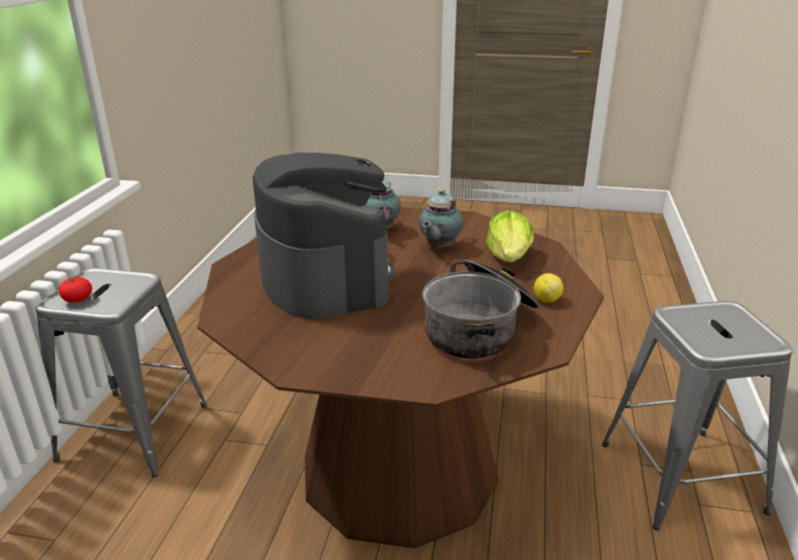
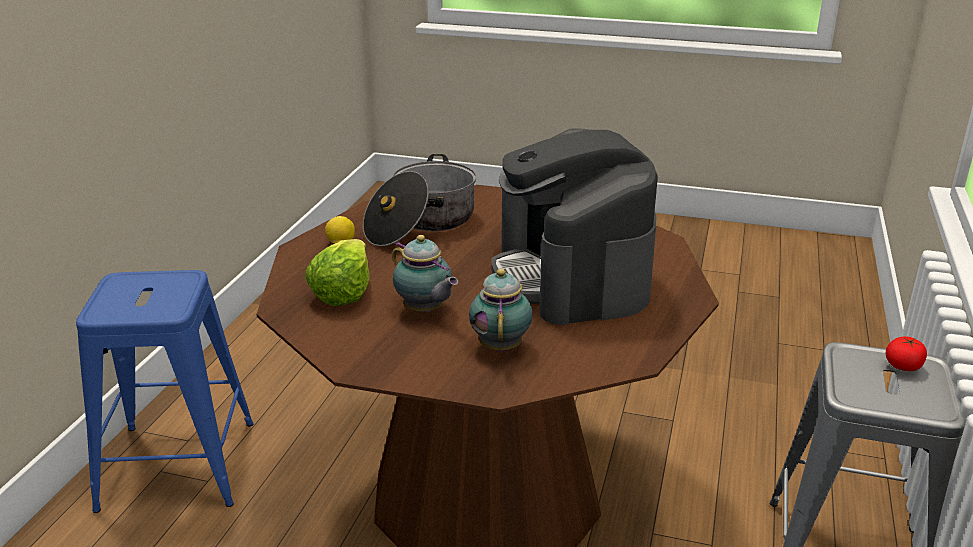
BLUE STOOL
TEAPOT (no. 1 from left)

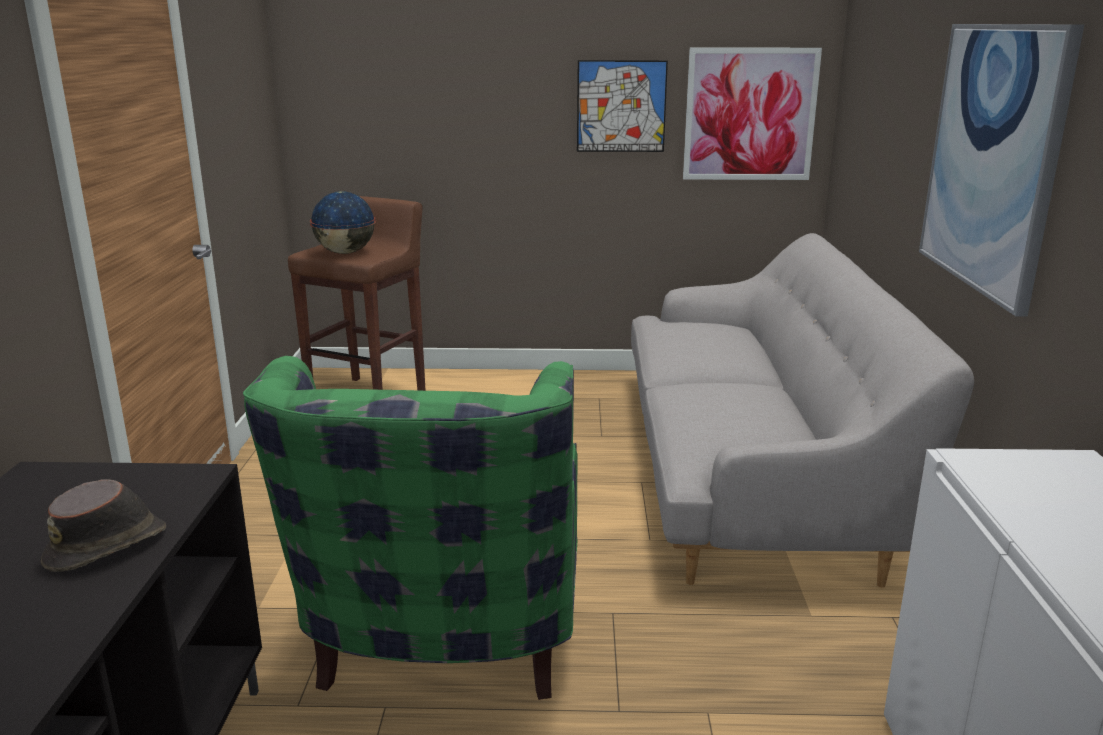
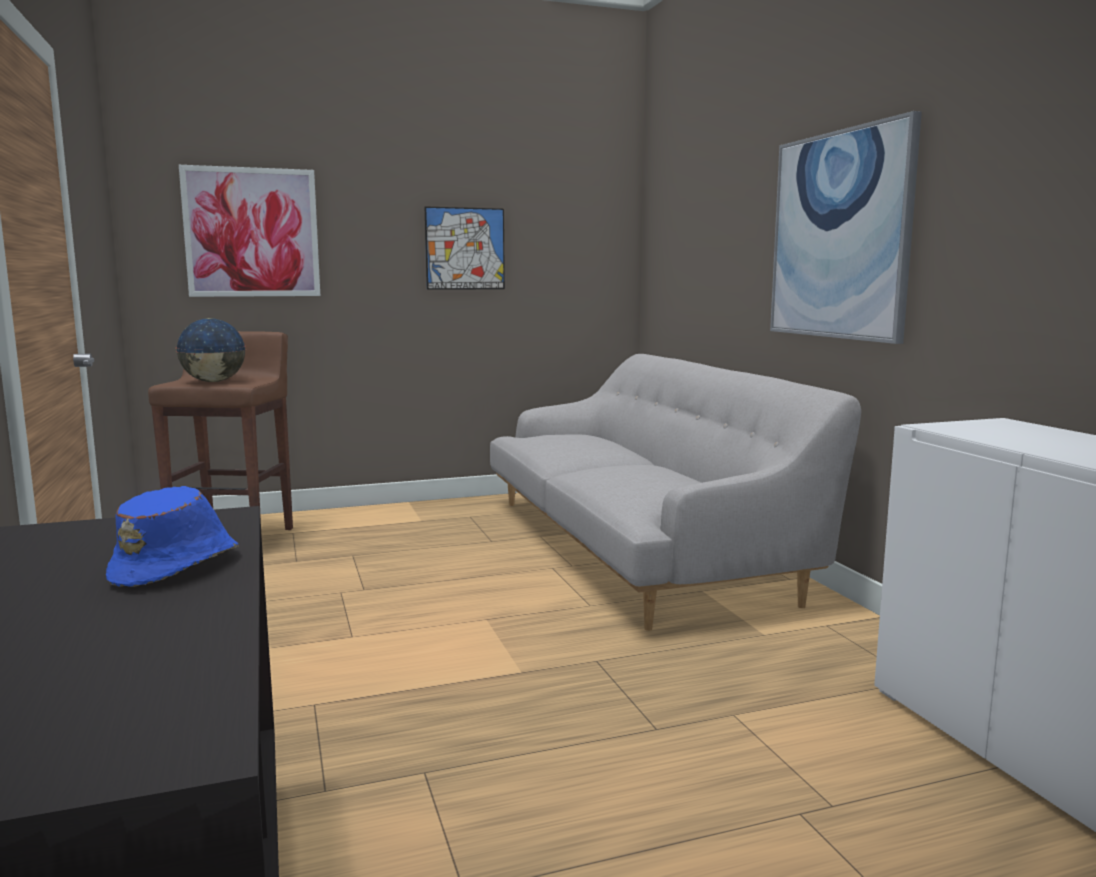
BLUE HAT
PICTURE (no. 1 from left)
GREEN ARMCHAIR

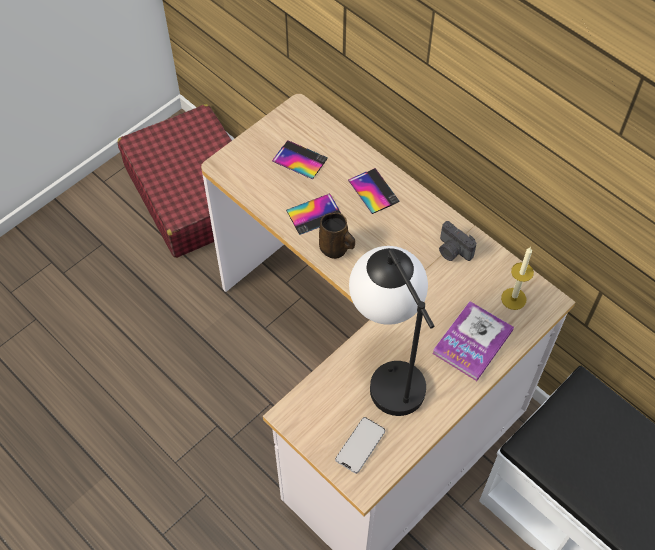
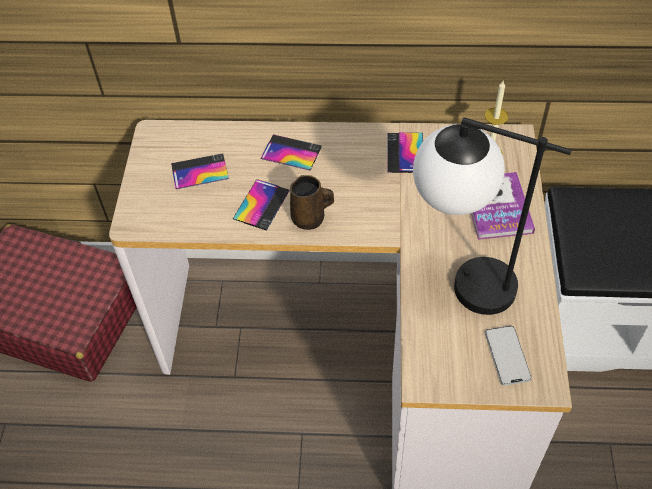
PHONE (no. 4 from left)

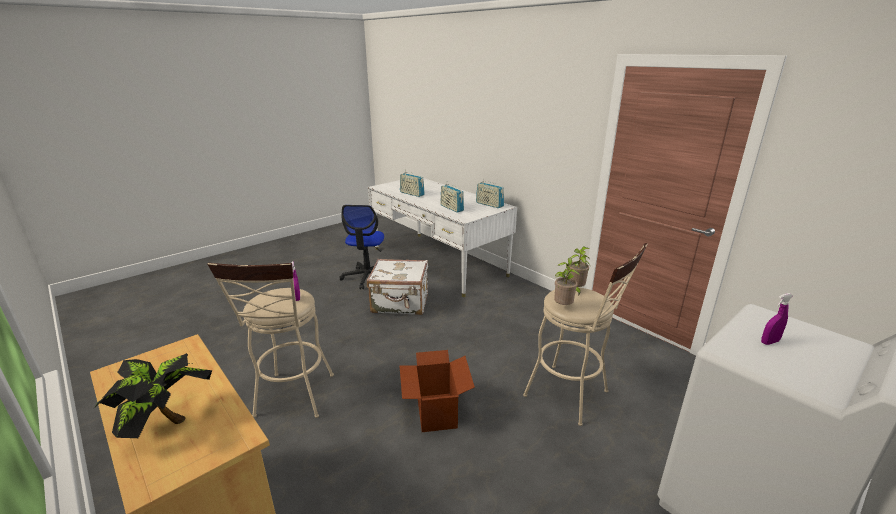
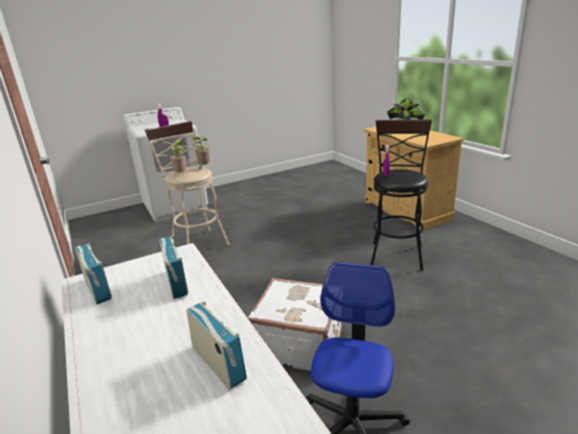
BLACK STOOL
CARDBOARD BOX

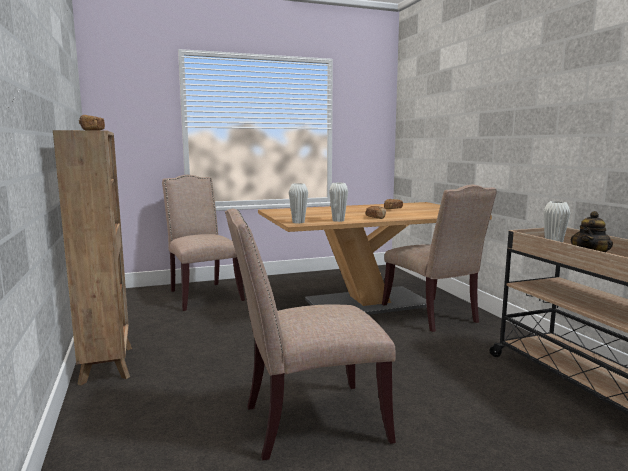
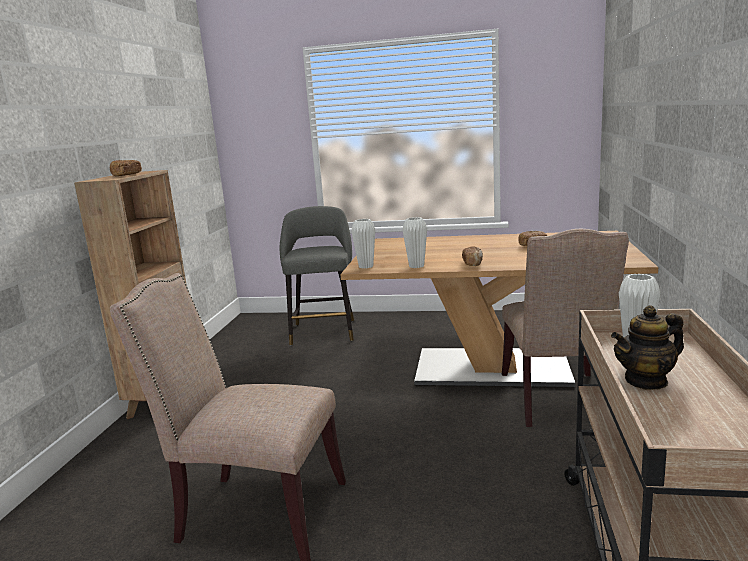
GREY STOOL

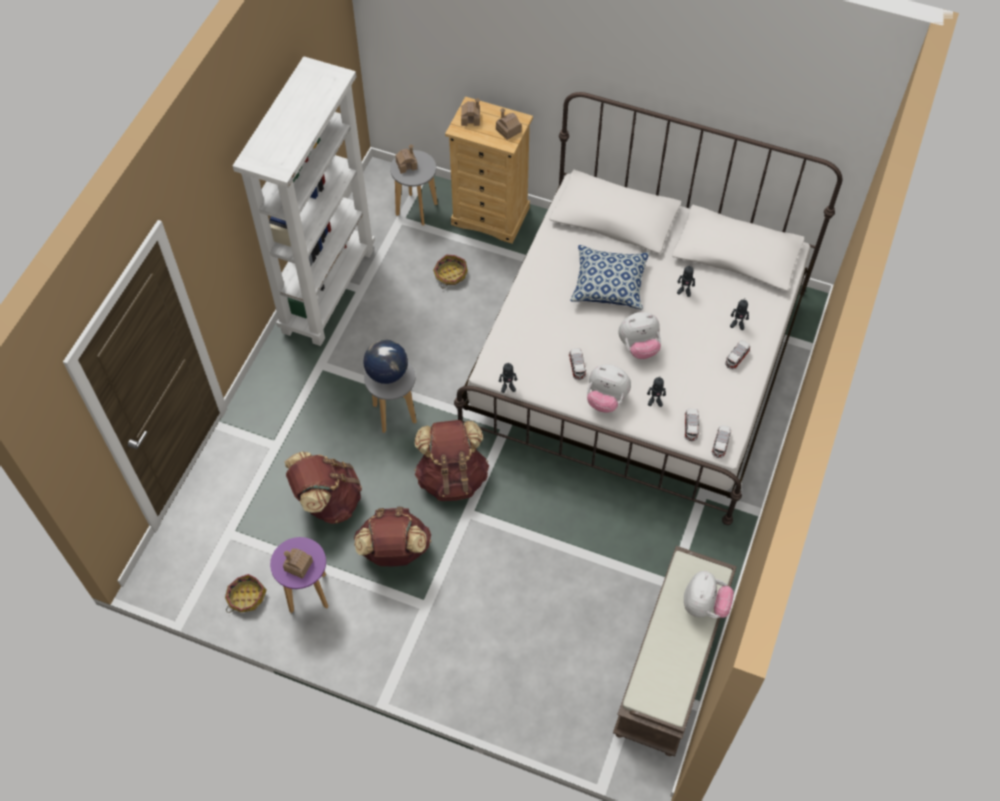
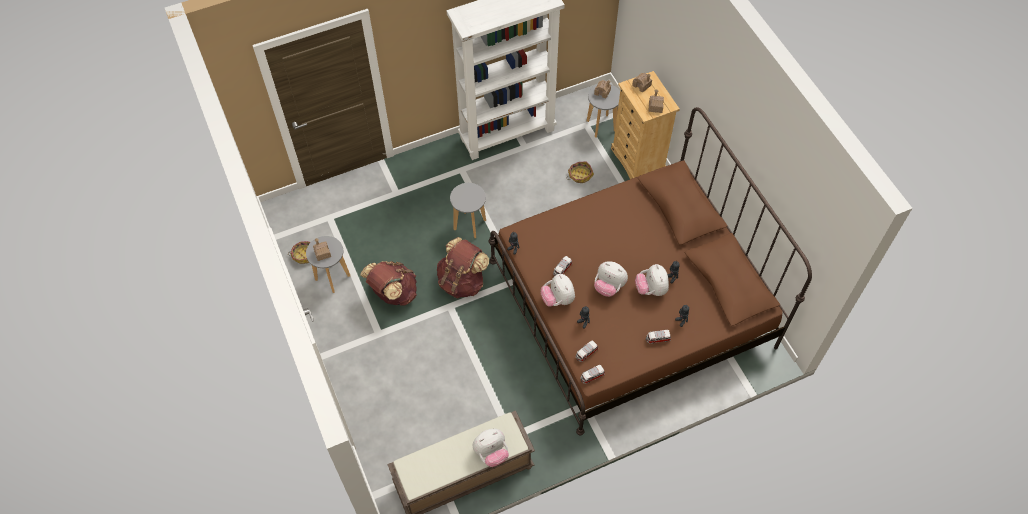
GREY STOOL (no. 1 from left)
BROWN BED
PLUSH TOY (no. 4 from left)
BROWN BACKPACK (no. 1 from left in the first image)
GLOBE
PILLOW

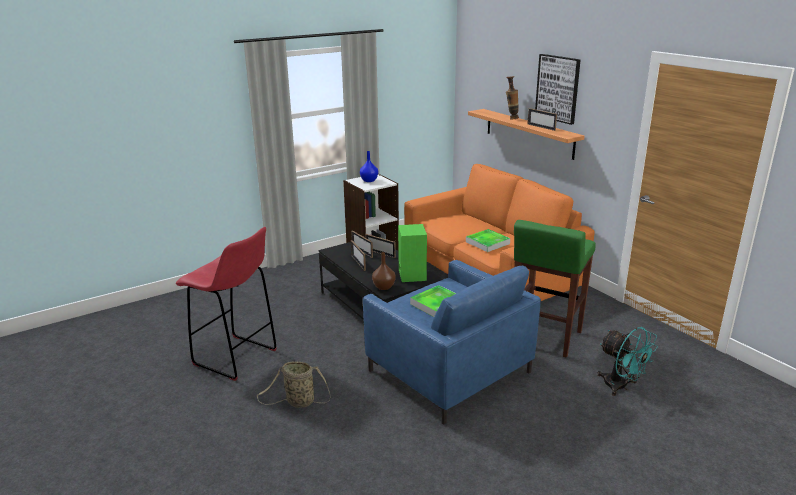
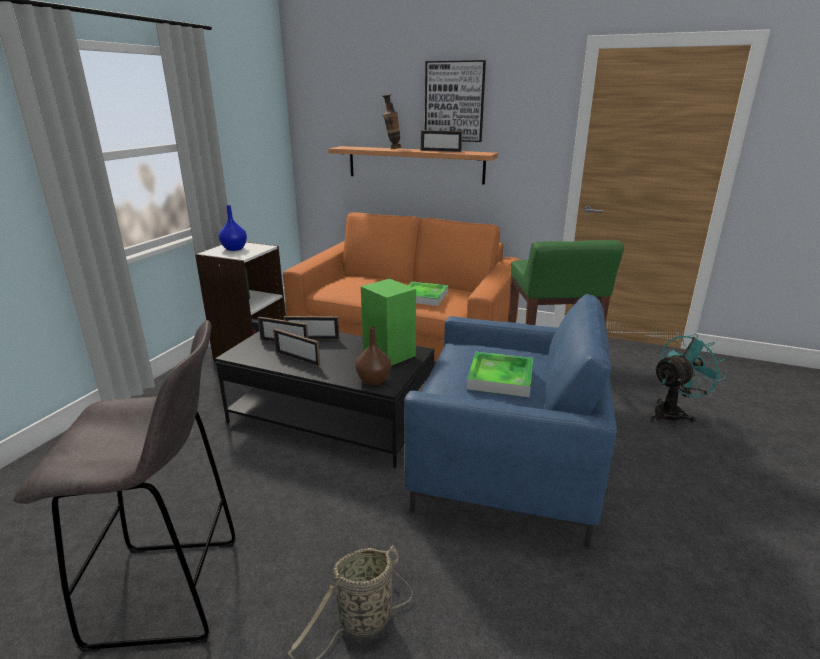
GREY STOOL
TURQUOISE FAN

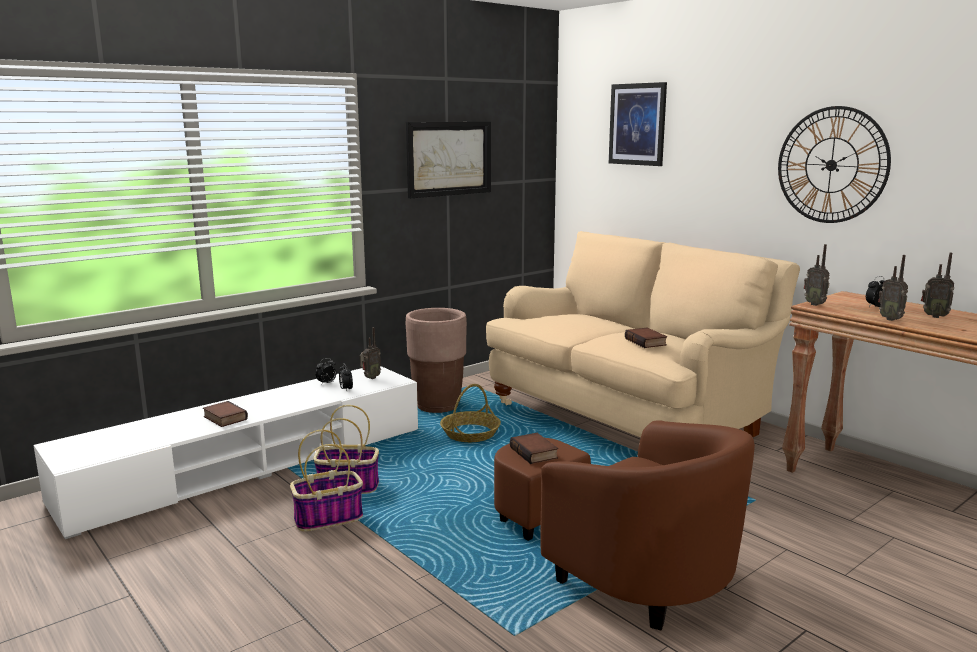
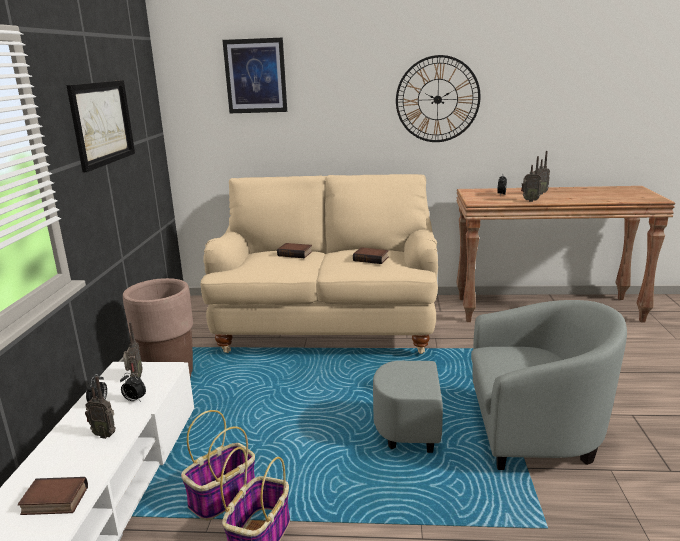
RADIO (no. 1 from left)
BOOK (no. 2 from left)
GREY ARMCHAIR
BASKET (no. 3 from left in the first image)

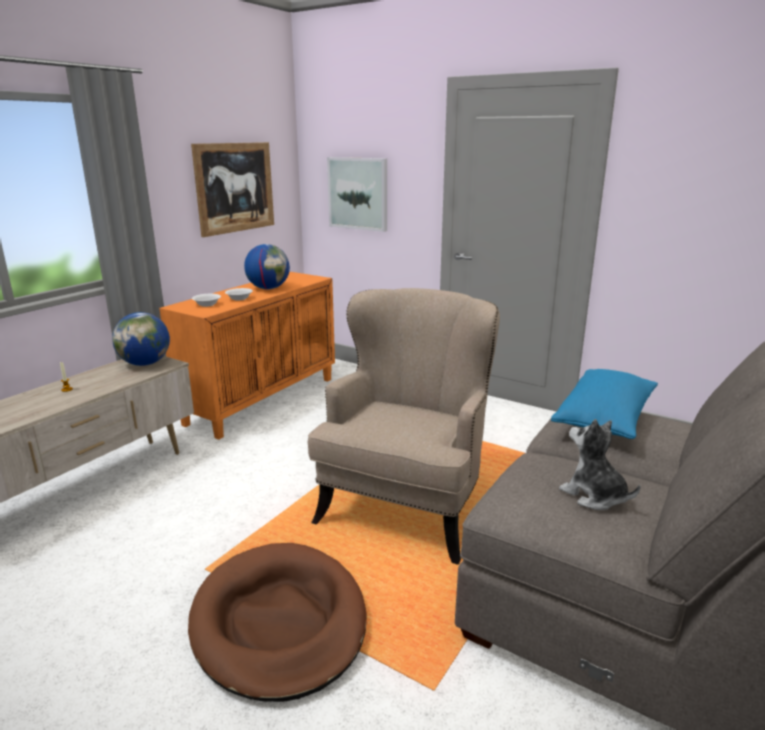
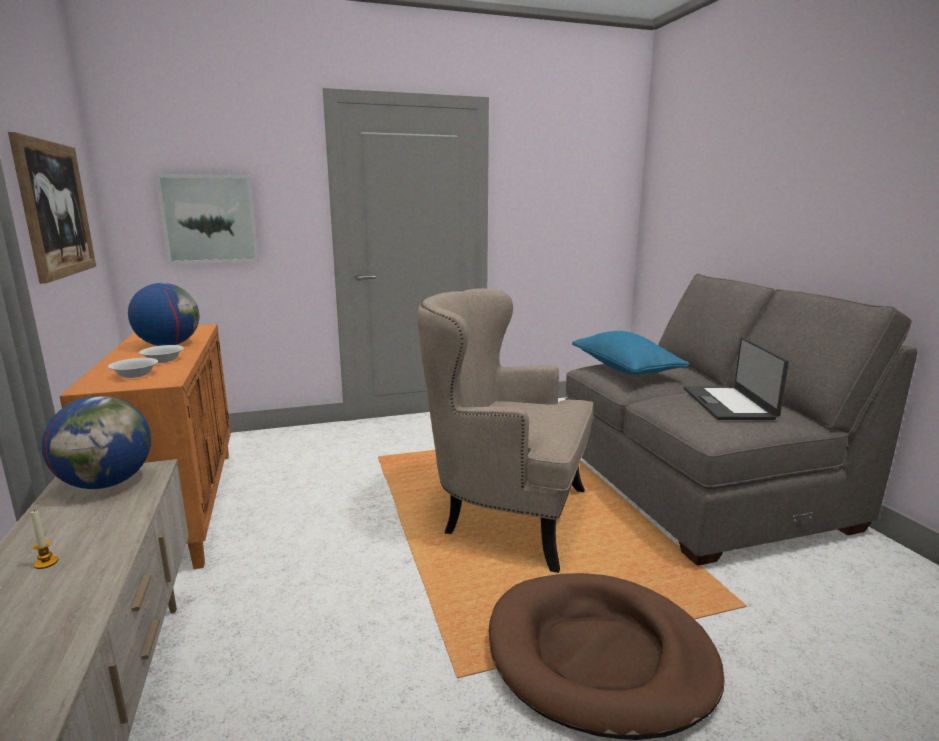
BEIGE ARMCHAIR
LAPTOP

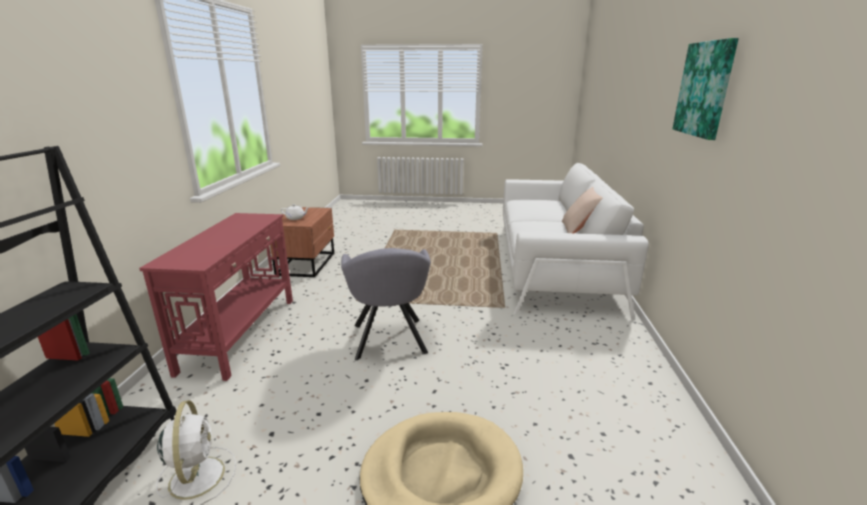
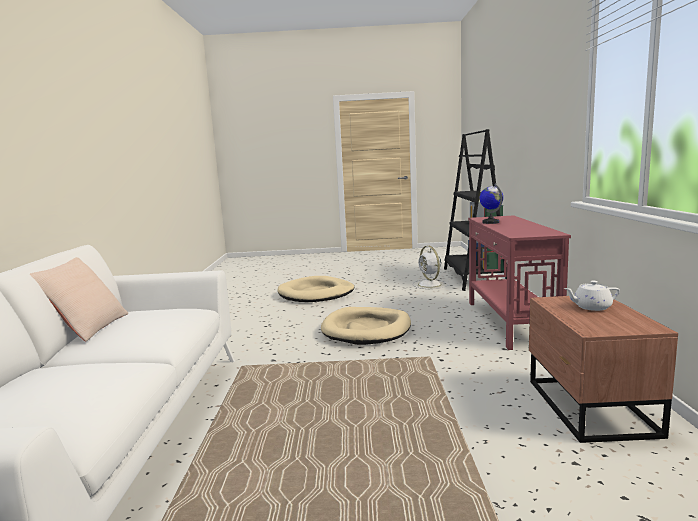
BEIGE DOG BED (no. 2 from left)
GLOBE
PICTURE

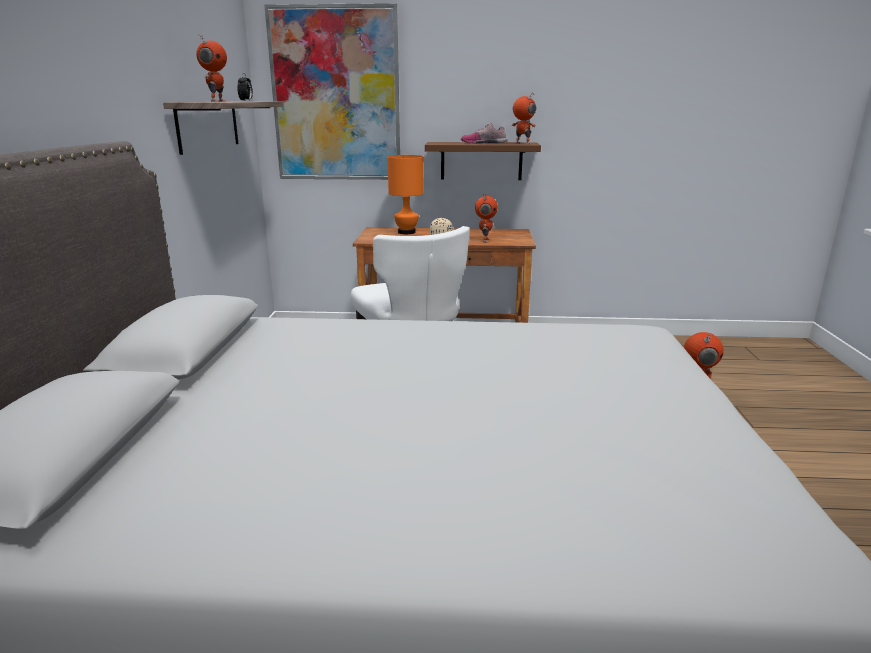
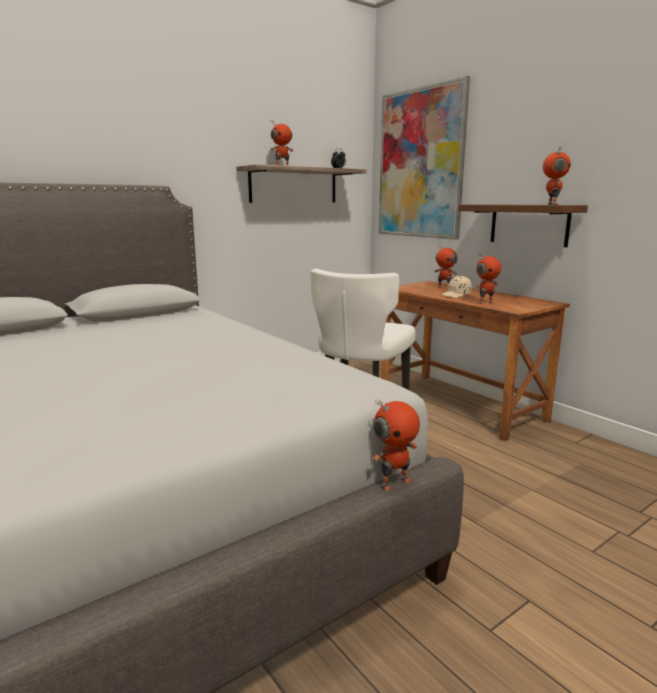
TOY ROBOT (no. 3 from left)
SHOE

